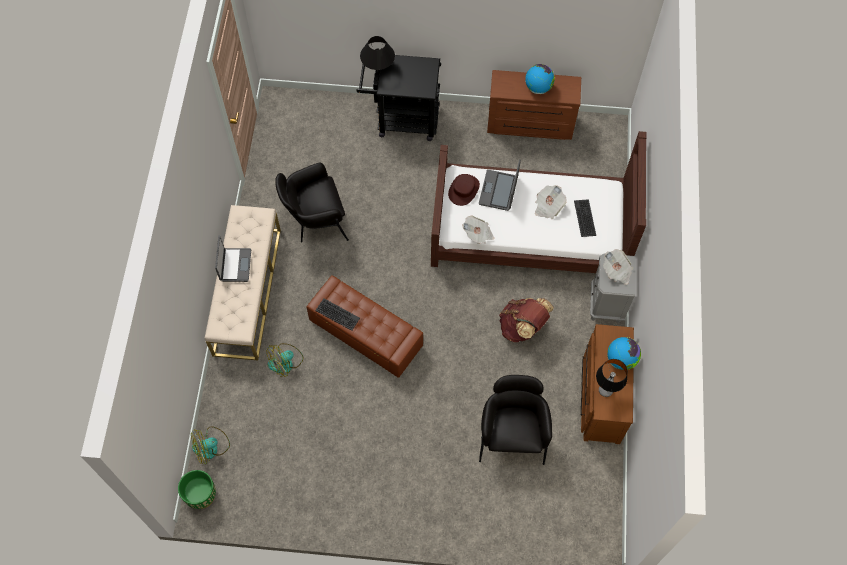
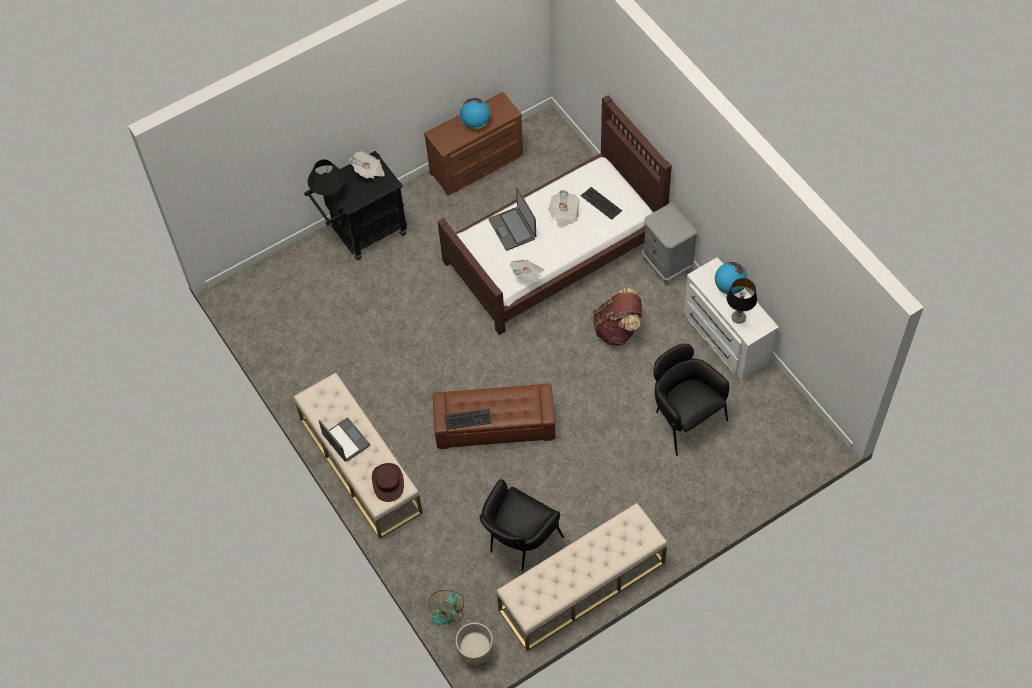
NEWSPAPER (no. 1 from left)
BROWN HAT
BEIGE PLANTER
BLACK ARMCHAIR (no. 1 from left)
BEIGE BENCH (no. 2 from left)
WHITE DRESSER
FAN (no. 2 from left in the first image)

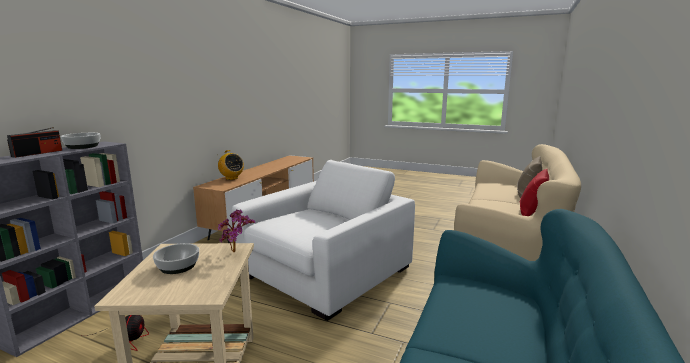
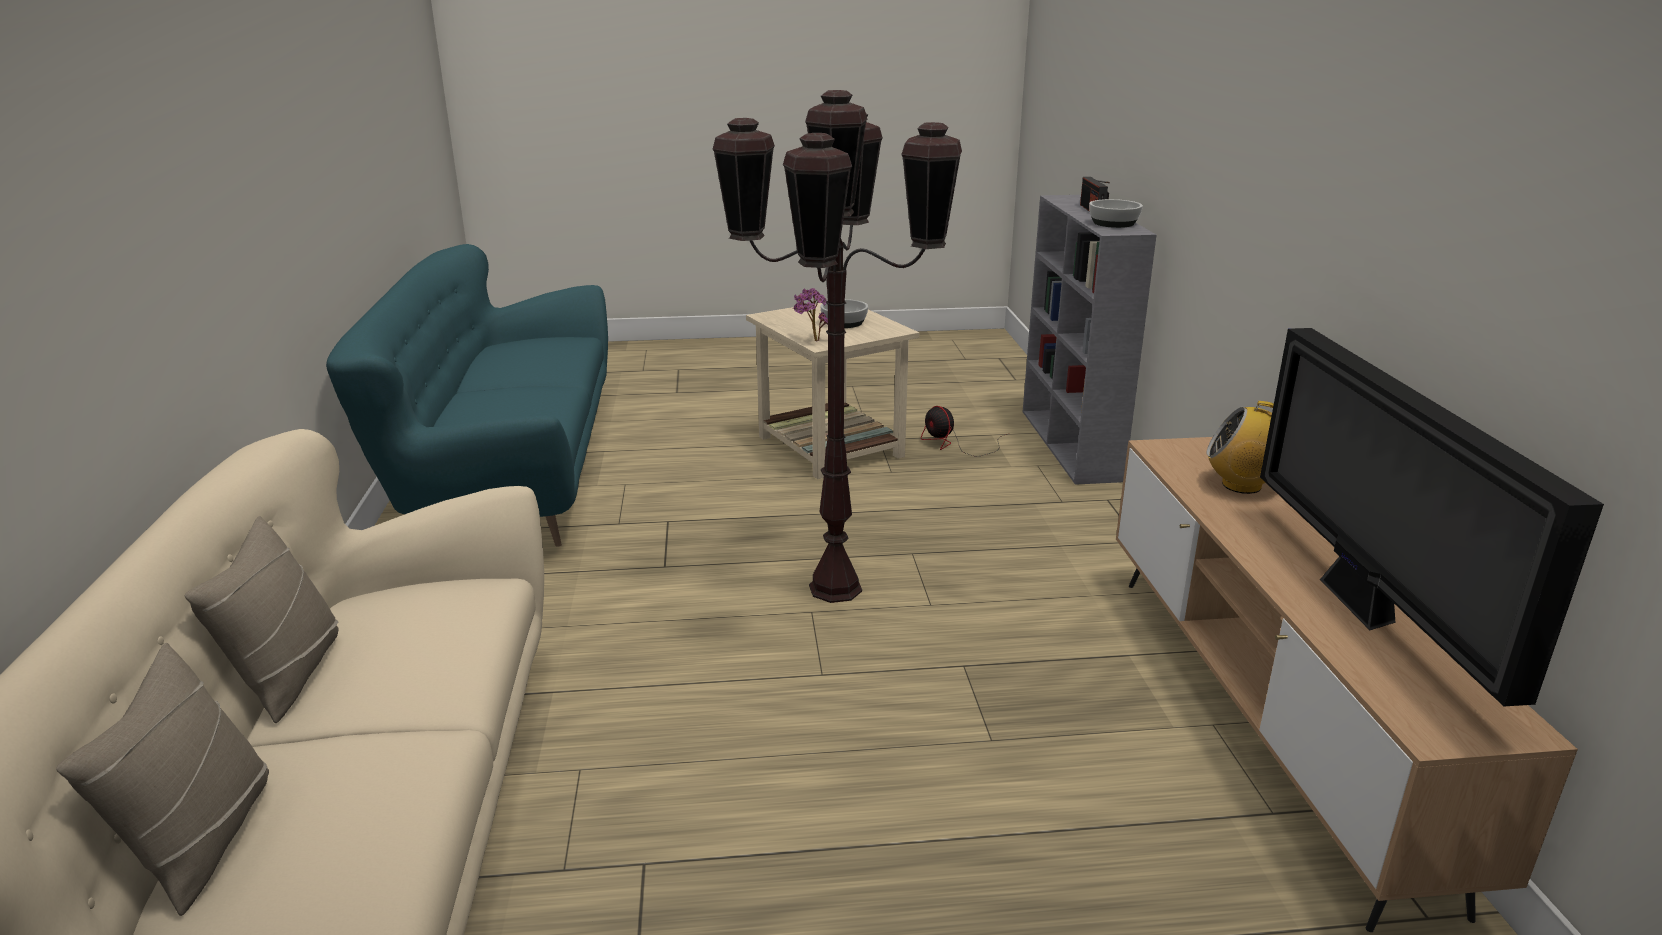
BEIGE PILLOW (no. 2 from left)
BROWN FLOOR LAMP
TELEVISION

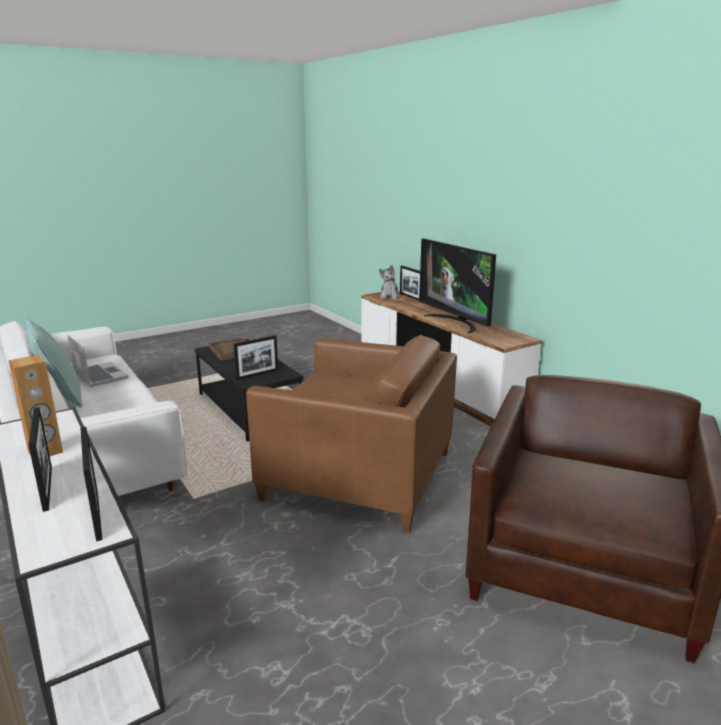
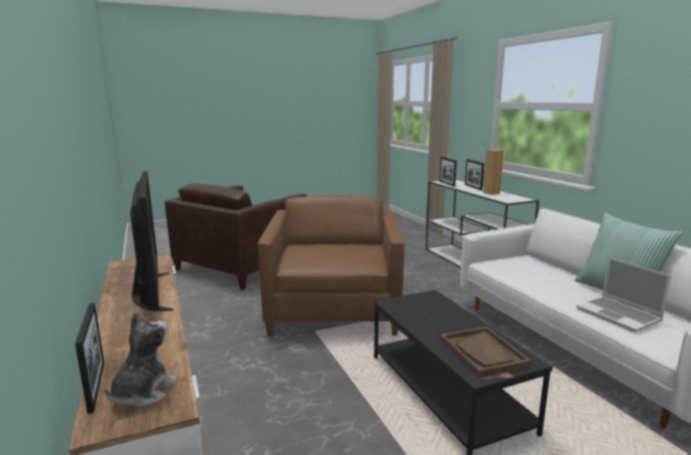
BROWN ARMCHAIR (no. 2 from left)
PICTURE FRAME (no. 3 from left in the first image)

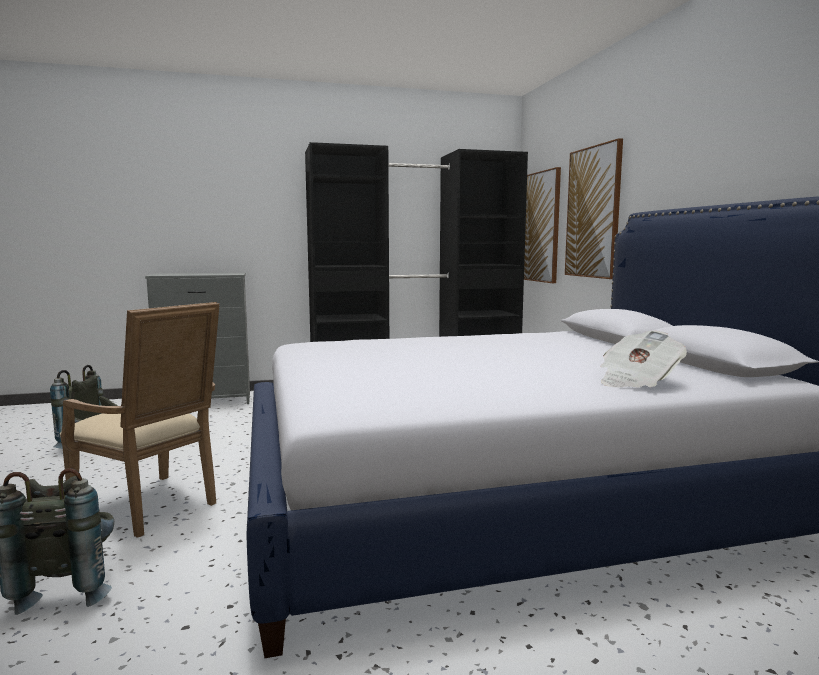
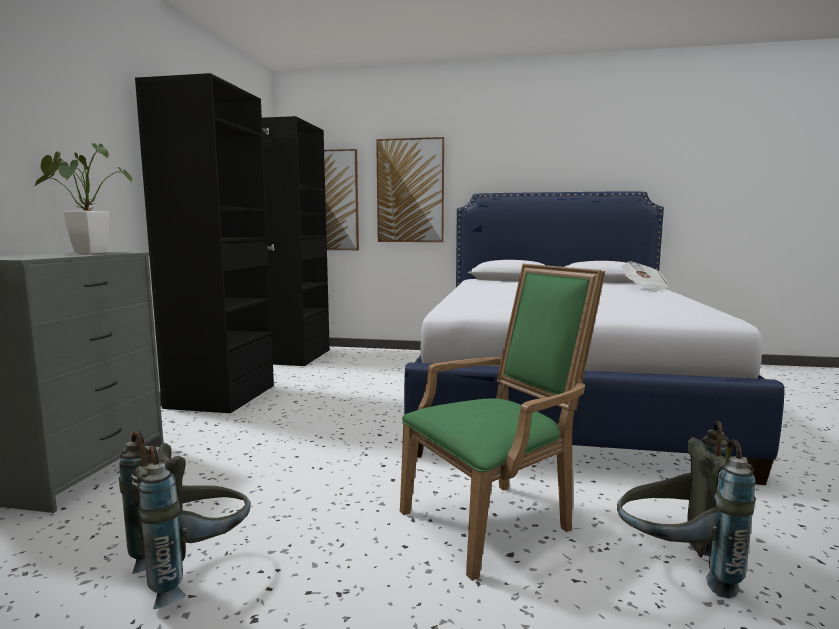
POTTED PLANT
GREEN ARMCHAIR

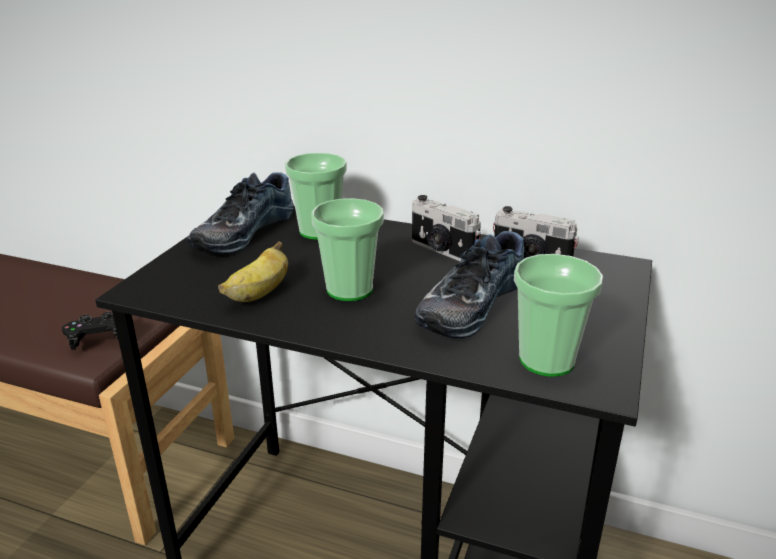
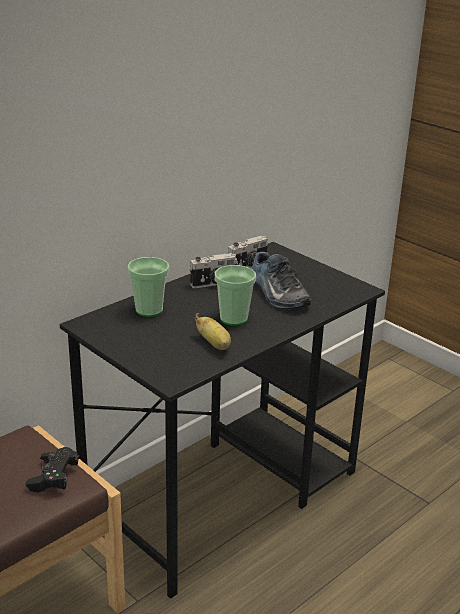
SHOE (no. 1 from left in the first image)
CUP (no. 3 from left in the first image)

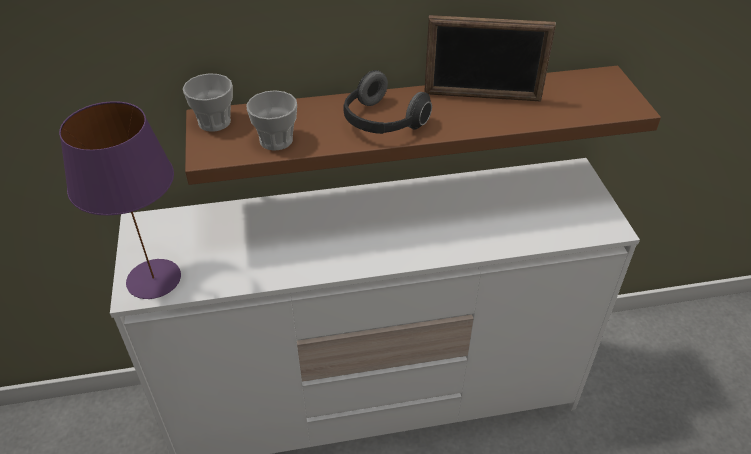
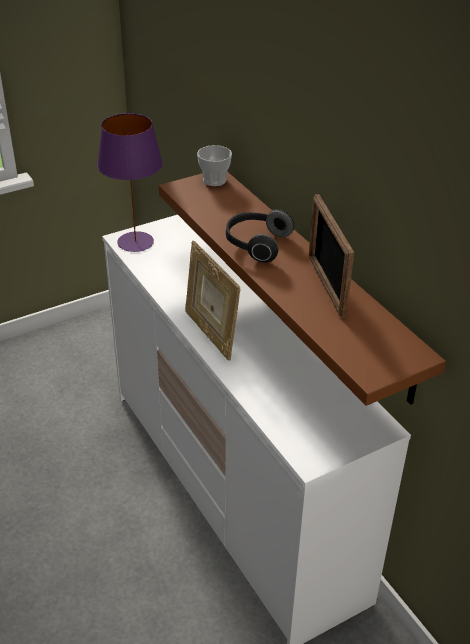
PICTURE FRAME (no. 1 from left)
CUP (no. 2 from left in the first image)

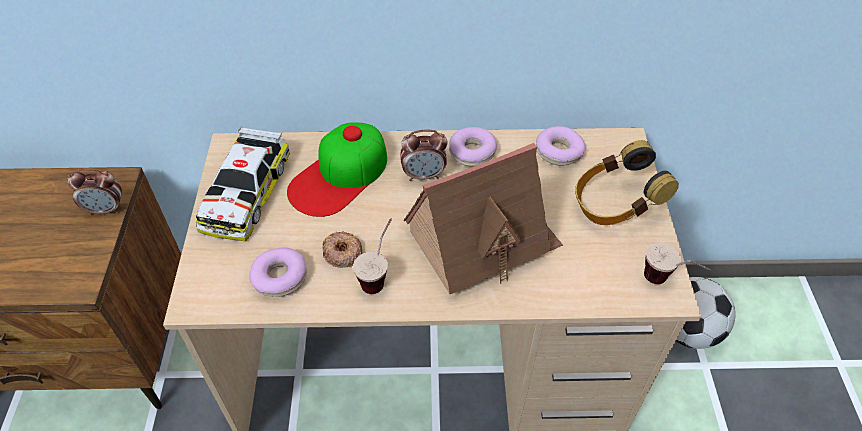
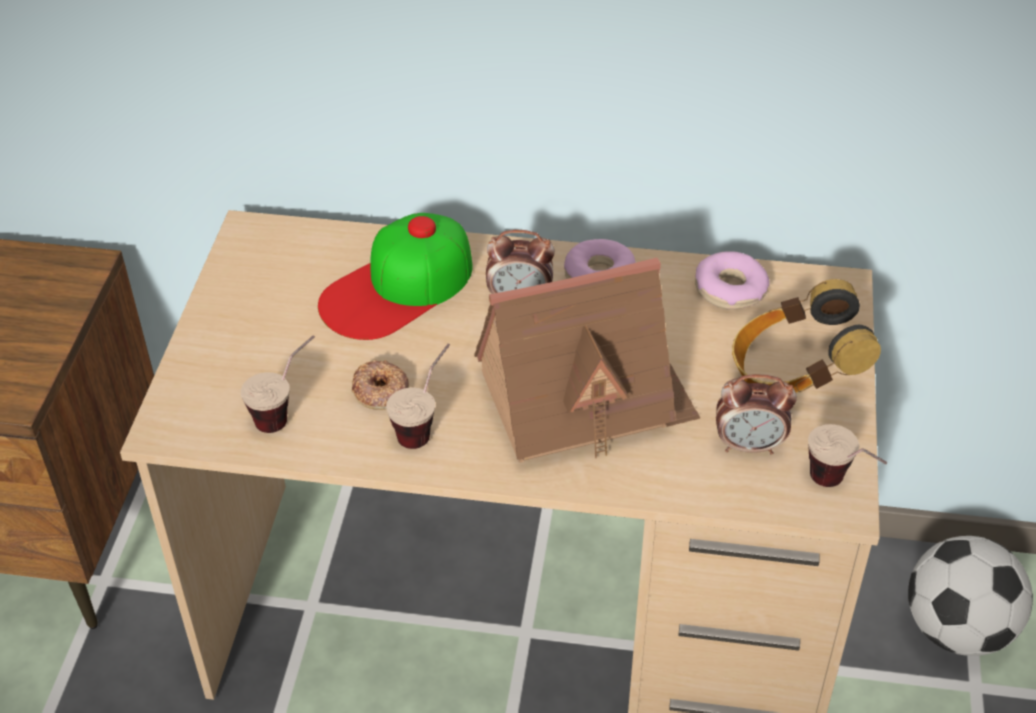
CUP (no. 1 from left)
ALARM CLOCK (no. 2 from left)
TOY CAR

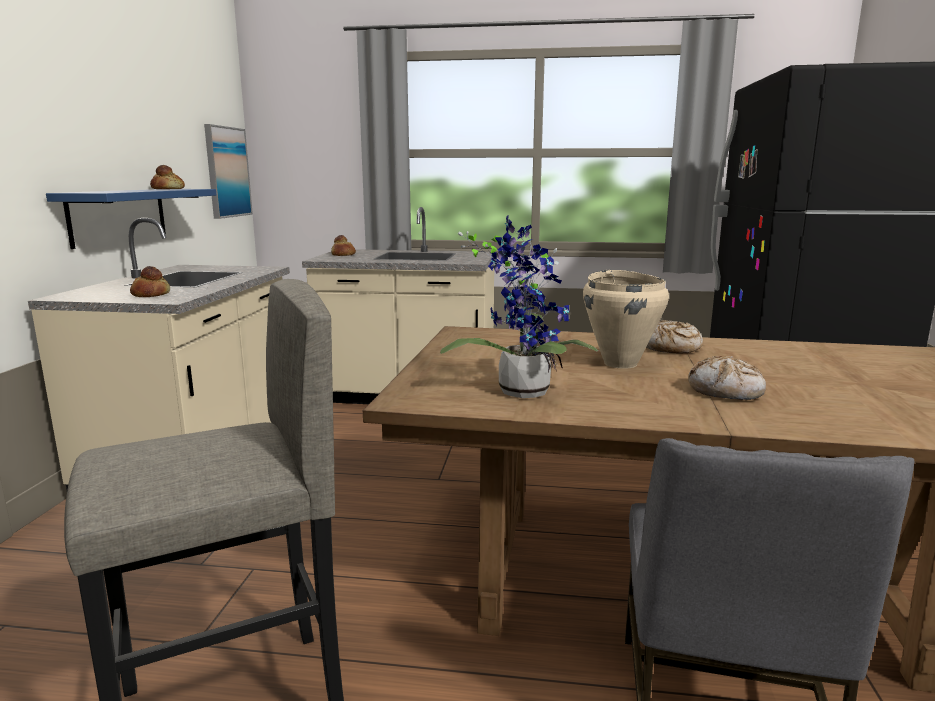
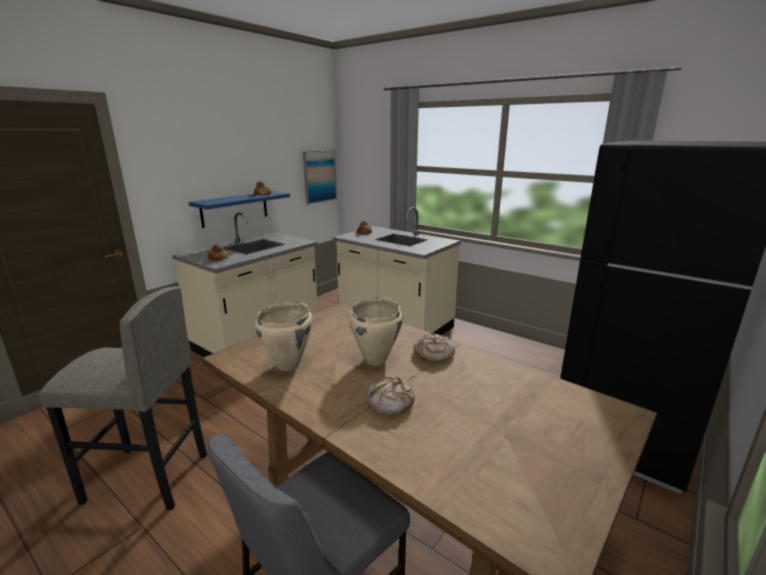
BEIGE COOKING POT (no. 1 from left)

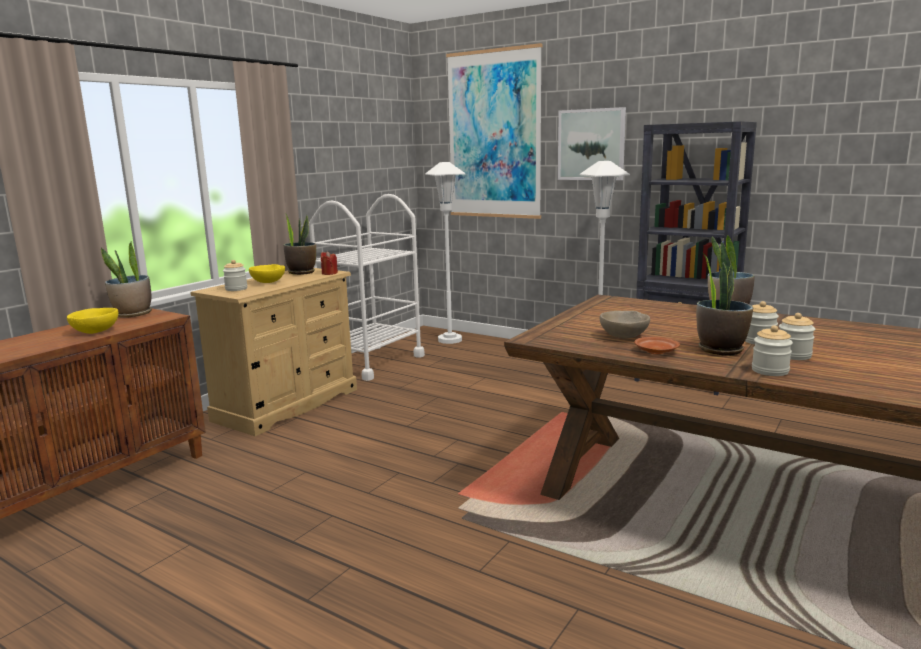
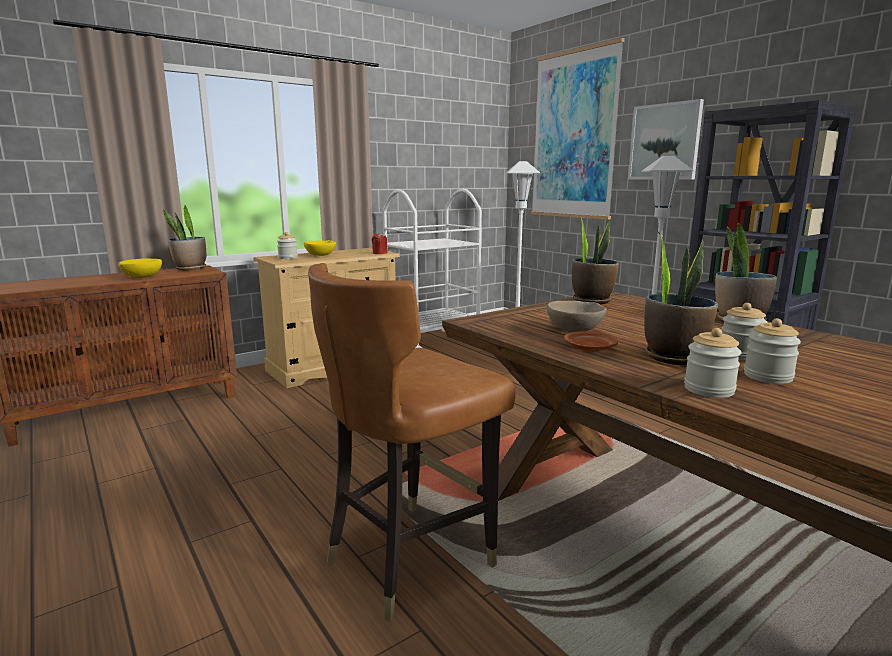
BROWN CHAIR
POTTED PLANT (no. 2 from left)

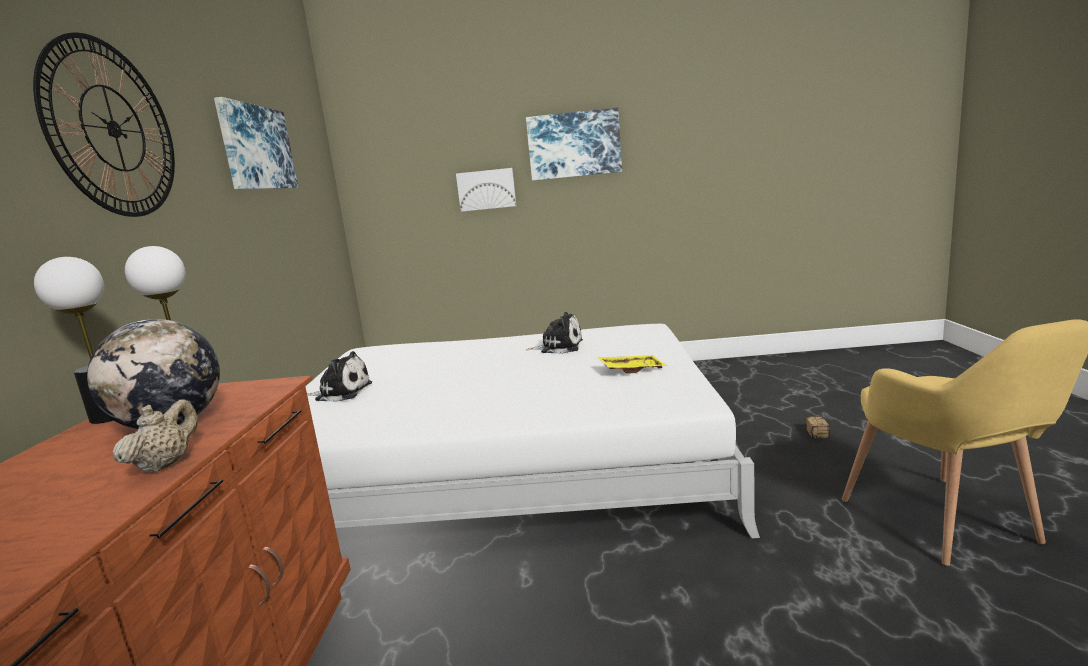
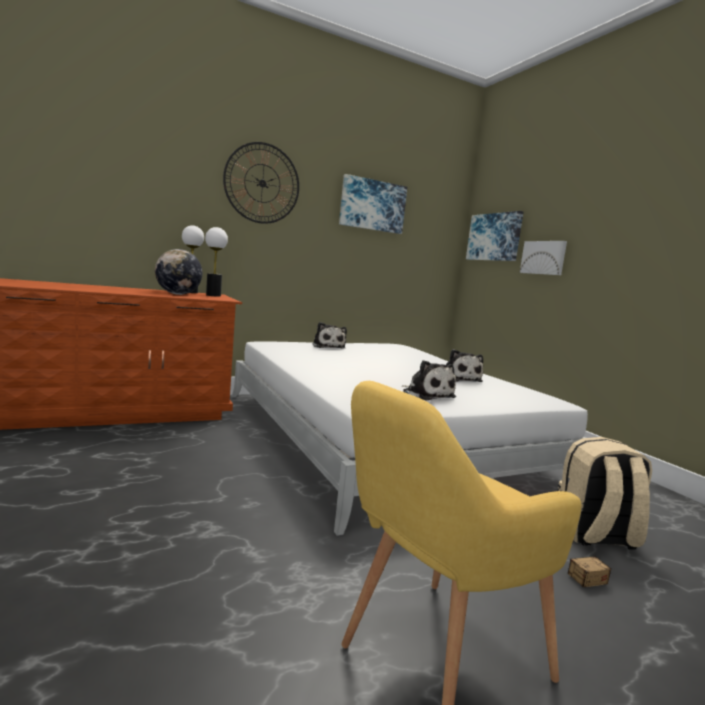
PLUSH TOY (no. 2 from left)
PICTURE (no. 2 from left)
BEIGE BACKPACK
BEIGE TEAPOT

